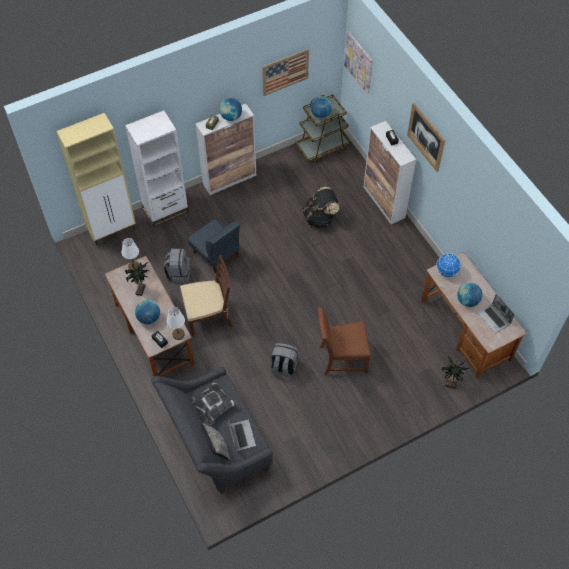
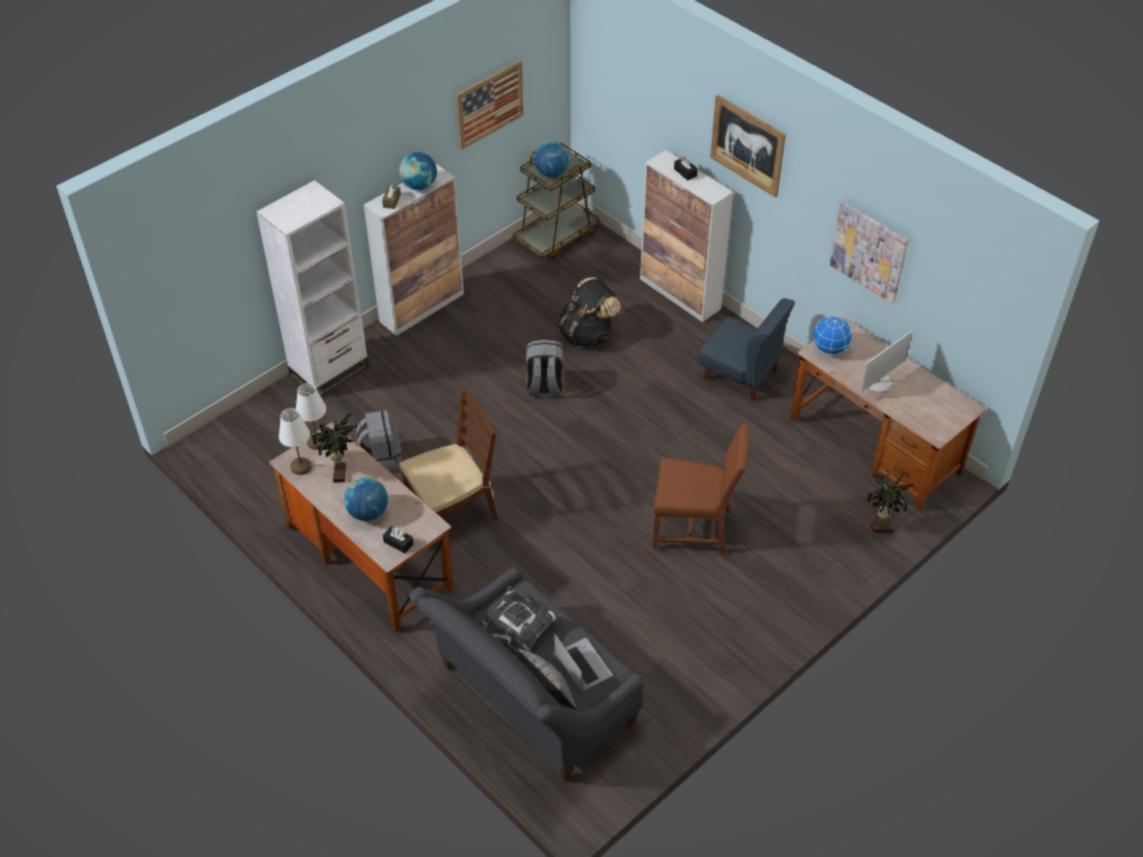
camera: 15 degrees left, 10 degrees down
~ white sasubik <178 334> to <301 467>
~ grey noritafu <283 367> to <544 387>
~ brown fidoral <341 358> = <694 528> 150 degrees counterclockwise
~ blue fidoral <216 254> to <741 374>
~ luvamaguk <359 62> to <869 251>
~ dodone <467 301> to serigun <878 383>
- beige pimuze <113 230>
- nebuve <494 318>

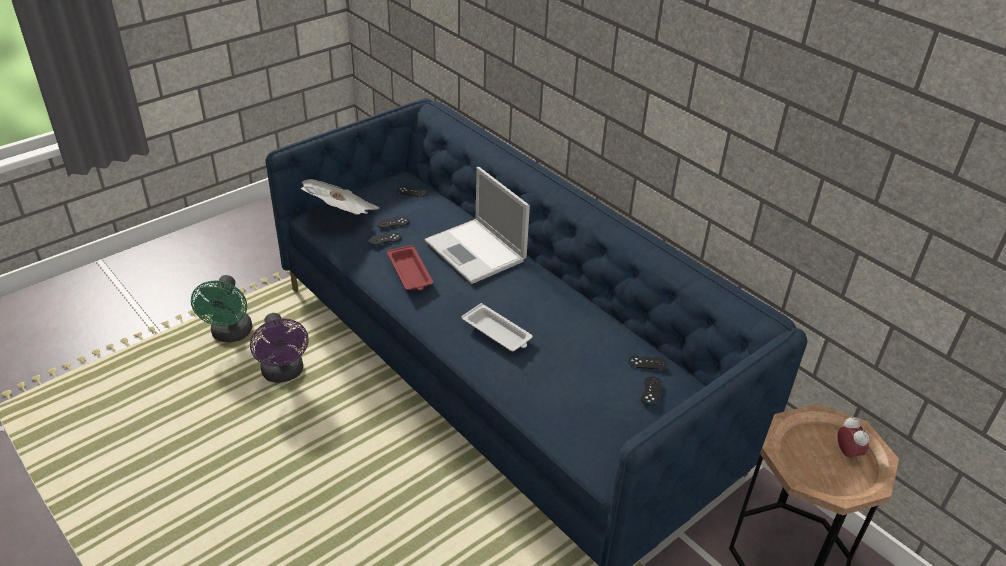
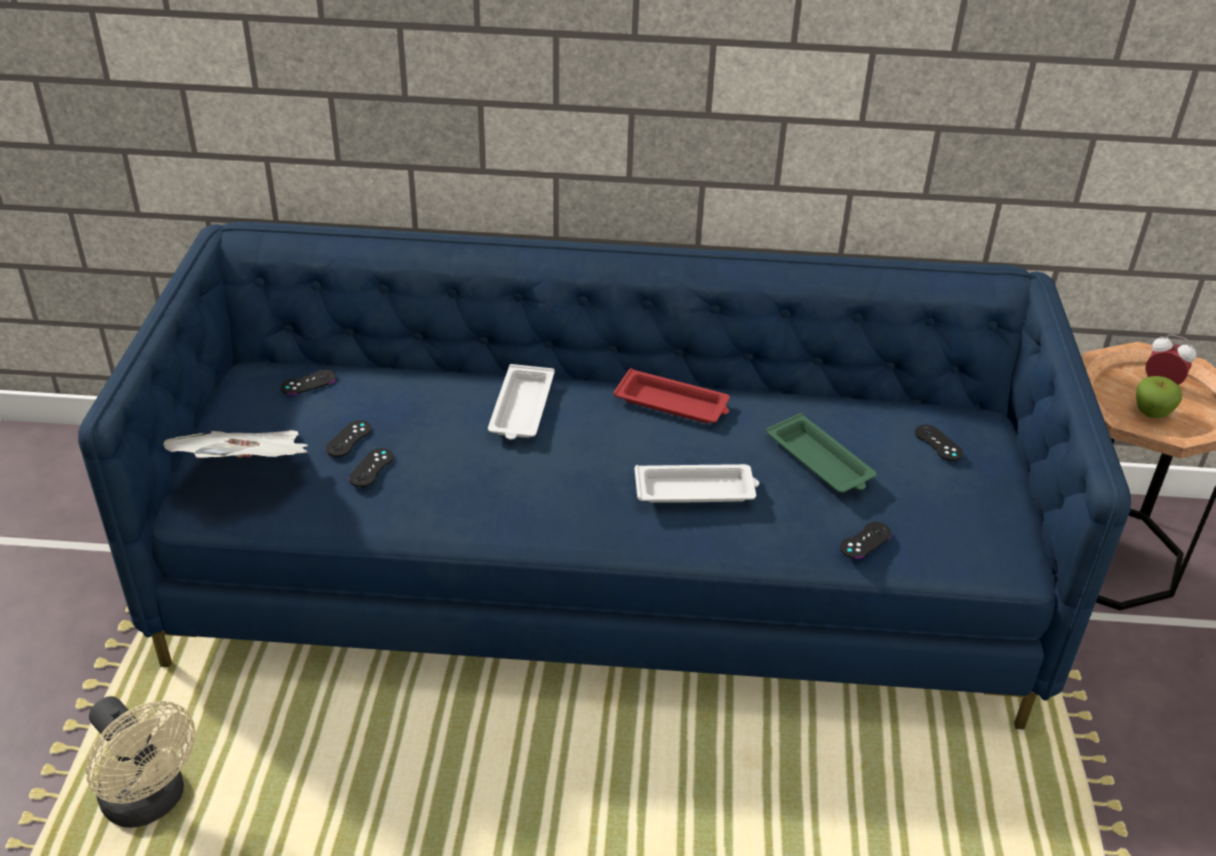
camera: 45 degrees left, 0 degrees up
~ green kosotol <230 335> to beige kosotol <150 802>
~ nebuve <476 252> to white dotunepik <521 409>
~ red dotunepik <410 272> to <673 404>
+ green dotunepik <820 461>
~ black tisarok <647 362> to <865 540>
+ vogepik <1151 413>
- purple kosotol <284 374>

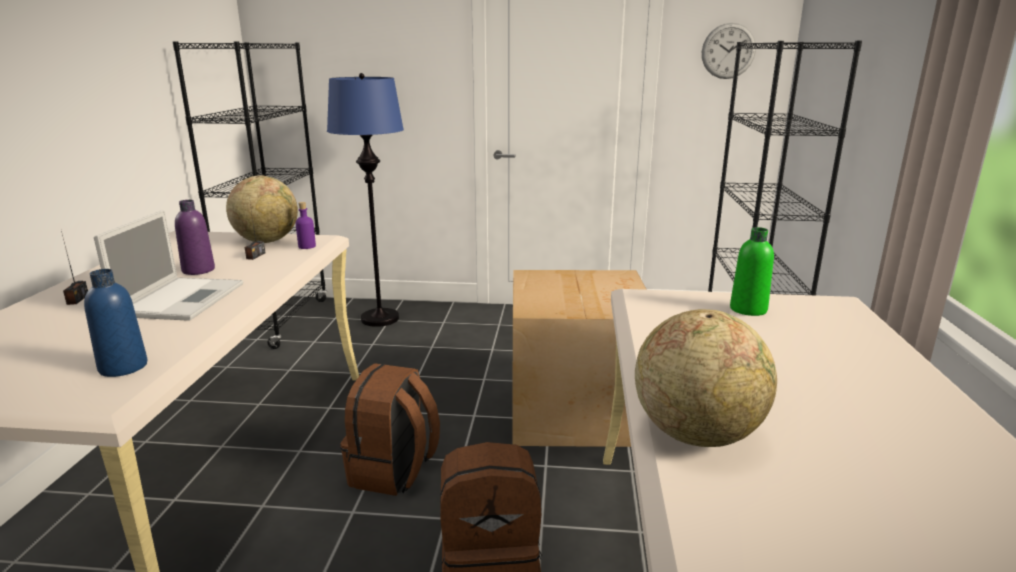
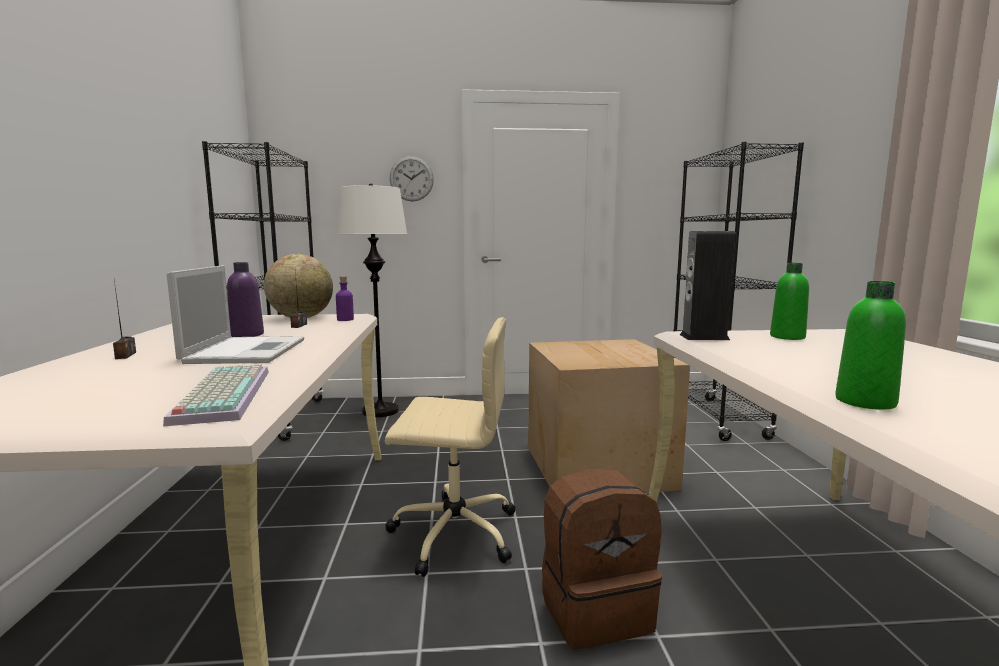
camera: 10 degrees left, 10 degrees down
~ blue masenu <123 367> to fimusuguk <221 394>
~ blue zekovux <380 318> to white zekovux <380 411>
~ brown noritafu <393 471> to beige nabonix <452 532>
~ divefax <728 51> to <411 179>
+ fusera <704 337>
~ dodone <697 434> to green masenu <865 402>

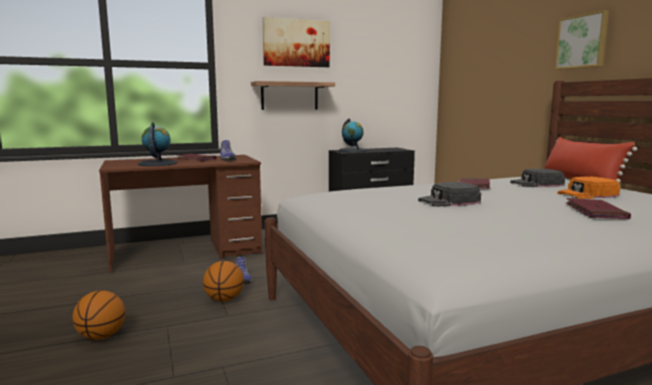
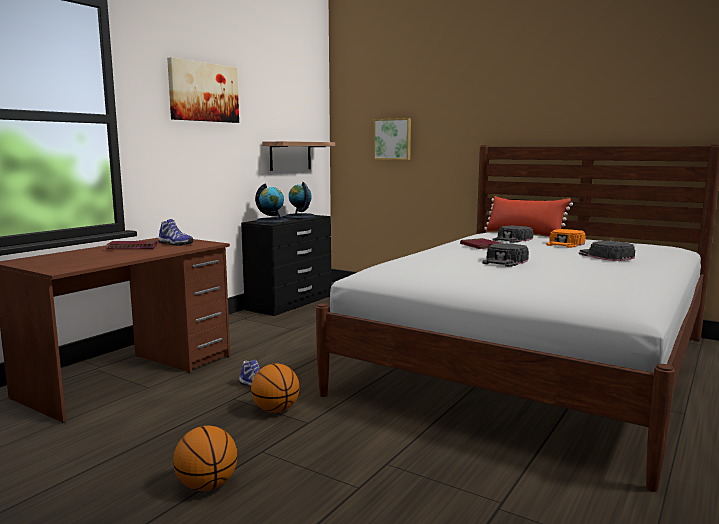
camera: 35 degrees left, 0 degrees up
~ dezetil <289 96> to <290 156>
~ dodone <157 163> to <300 216>
~ luvamaguk <582 41> to <393 139>
~ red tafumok <595 212> to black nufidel <605 256>

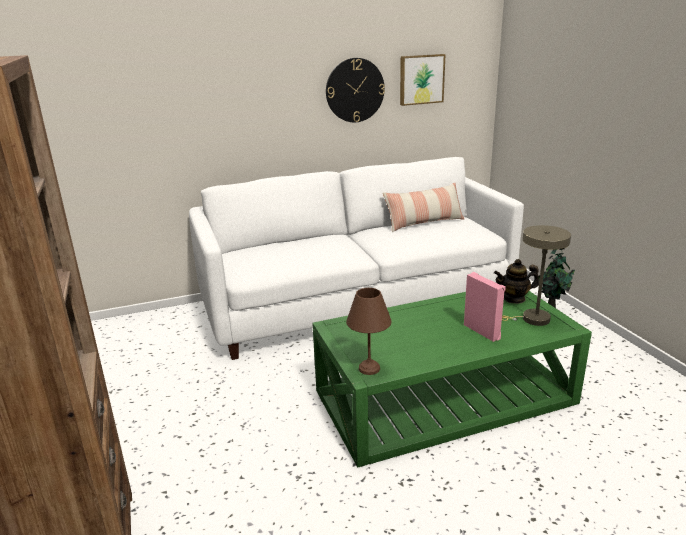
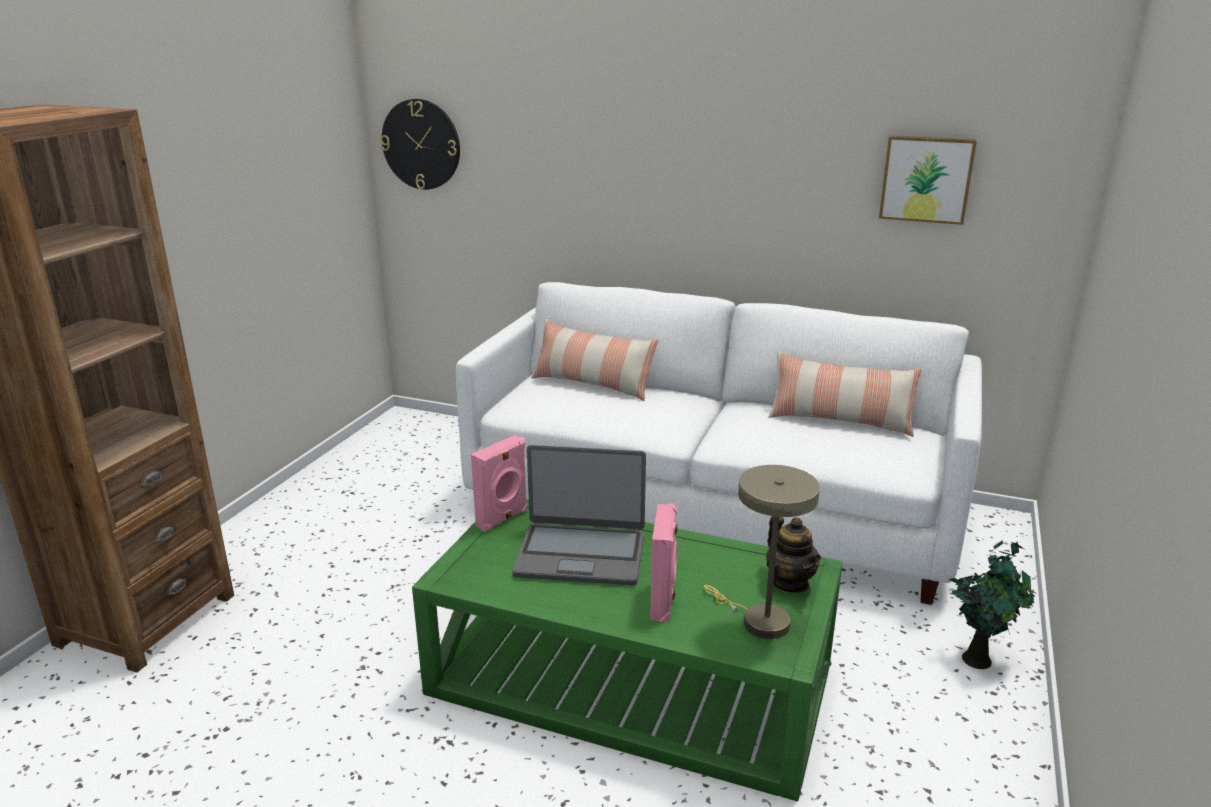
camera: 40 degrees right, 0 degrees up
~ divefax <355 90> to <421 144>
+ pink fusera <503 518>
+ nebuve <581 554>
+ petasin <592 384>
~ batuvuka <514 298> = <790 582> 150 degrees counterclockwise
- brown sasubik <370 368>

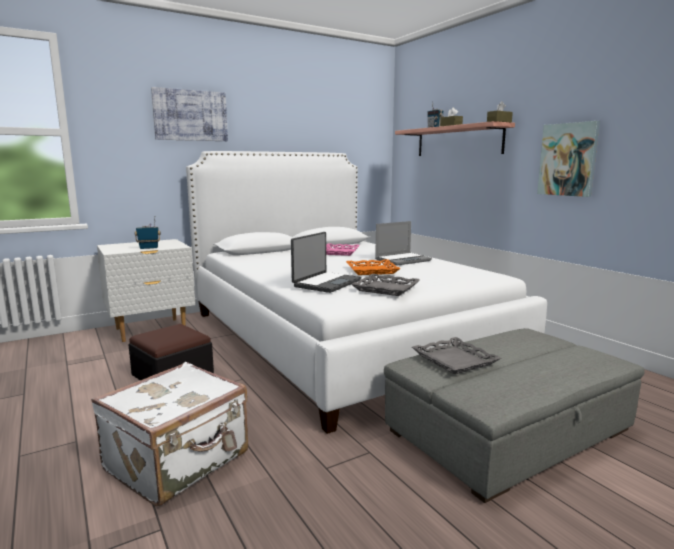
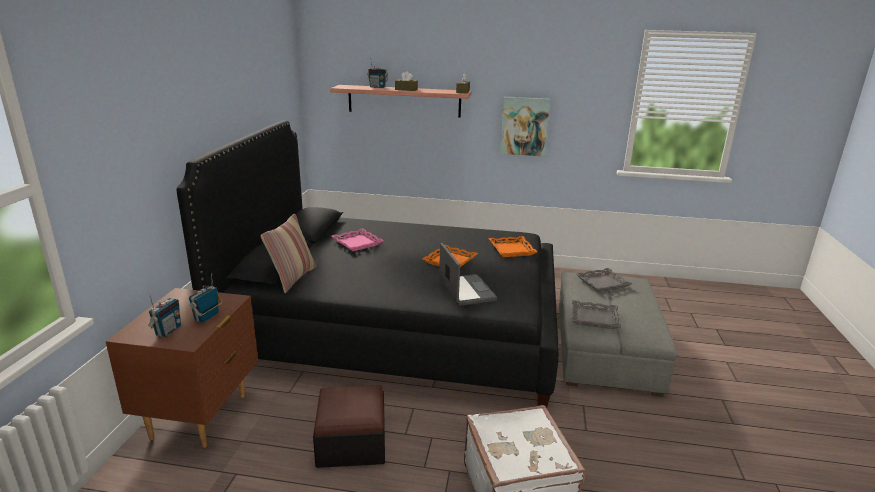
camera: 50 degrees left, 10 degrees up
~ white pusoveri <151 330> to brown pusoveri <201 416>
+ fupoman <168 331>
~ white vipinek <342 336> to black vipinek <397 326>
+ petasin <293 278>
+ orange dotunepik <512 250>
~ grey dotunepik <386 289> to <602 283>
- luvamaguk <190 115>
- nebuve <403 260>

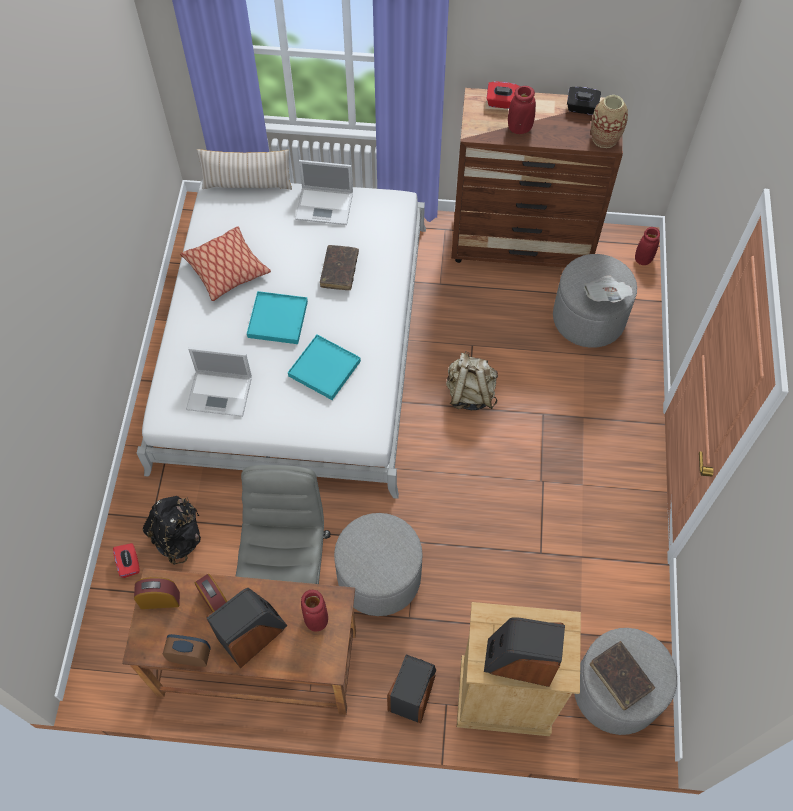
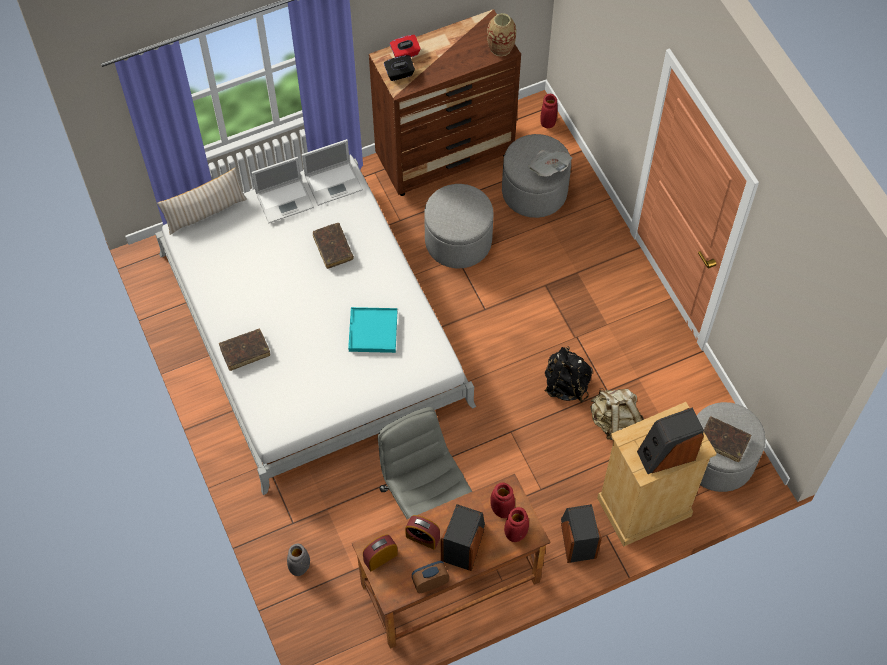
camera: 30 degrees left, 0 degrees up
+ brown tafumok <245 351>
~ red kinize <129 564> to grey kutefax <299 567>
~ nebuve <221 393> to <334 182>
~ black kinize <581 108> to <399 74>
~ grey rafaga <379 576> to <458 241>
~ red kutefax <519 128> to <516 533>
~ black noritafu <178 537> to <566 384>
~ beige noritafu <470 393> to <614 421>
- petasin <227 269>
- turquoise dotunepik <277 319>

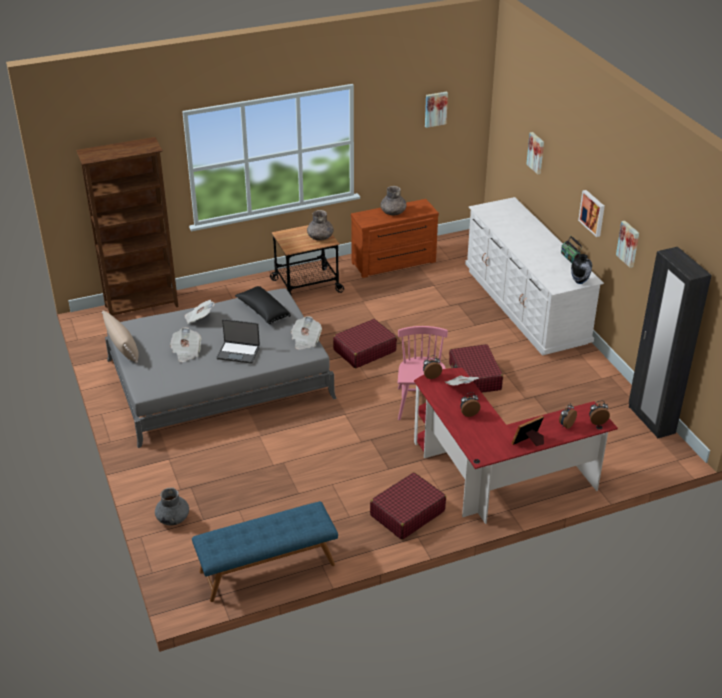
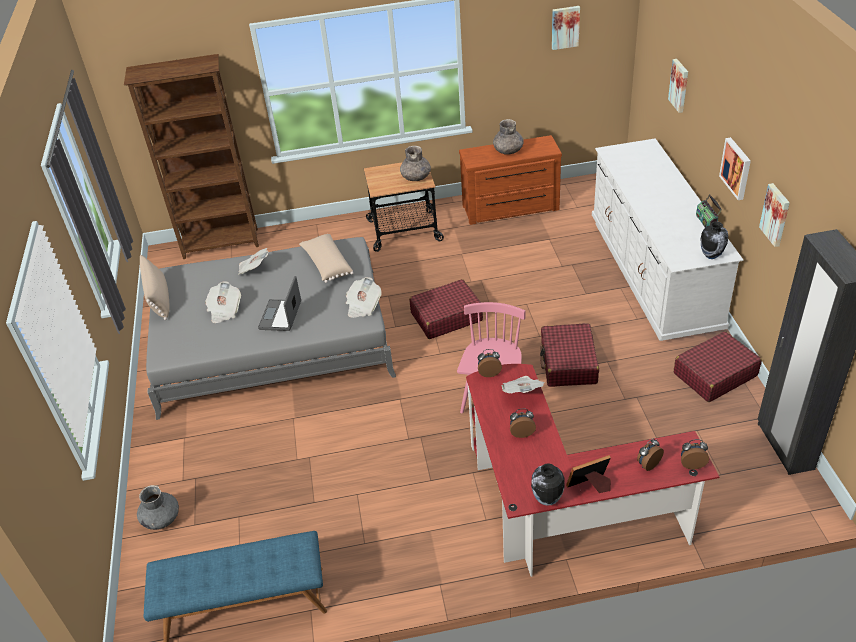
camera: 15 degrees right, 5 degrees up
~ nebuve <238 352> = <281 316> 75 degrees clockwise
~ black petasin <262 311> to beige petasin <327 265>
+ kutefax <547 500>
~ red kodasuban <407 513> to <714 374>

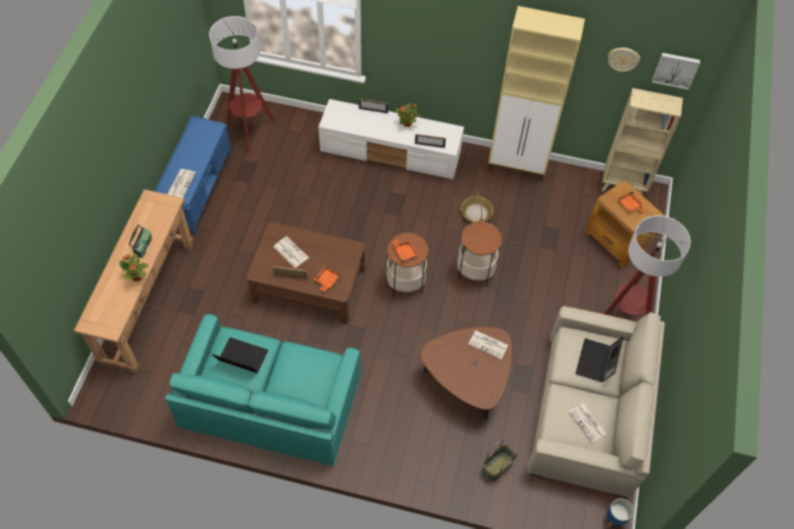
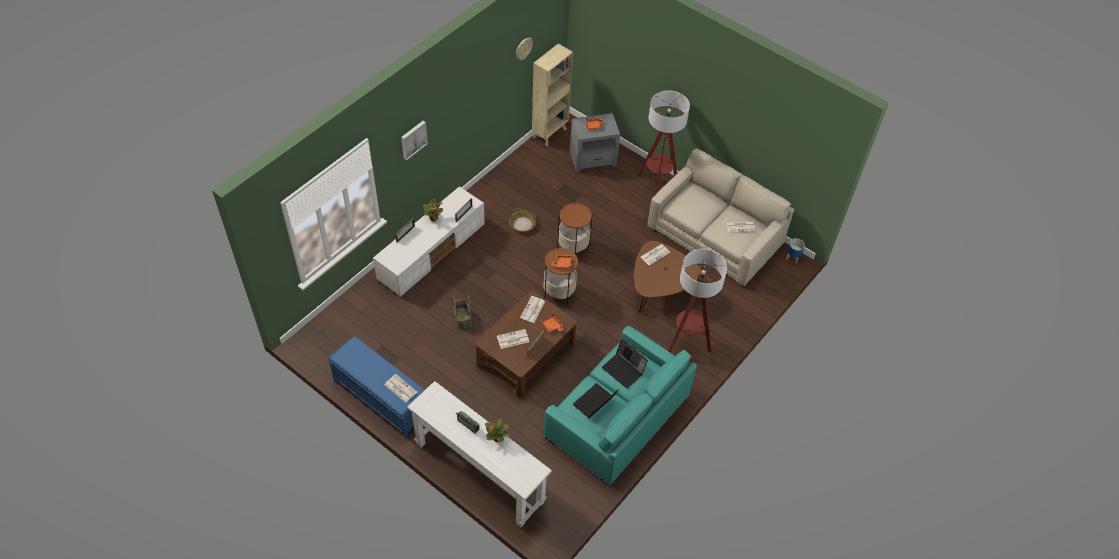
camera: 65 degrees left, 5 degrees down
~ luvamaguk <675 69> to <413 139>
~ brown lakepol <148 302> to white lakepol <479 472>
~ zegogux <497 467> to <463 318>
+ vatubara <532 310>
~ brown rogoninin <616 241> to grey rogoninin <593 158>
~ nebuve <596 362> to <624 370>
~ zekovux <249 131> to <686 342>
- beige pimuze <517 167>

